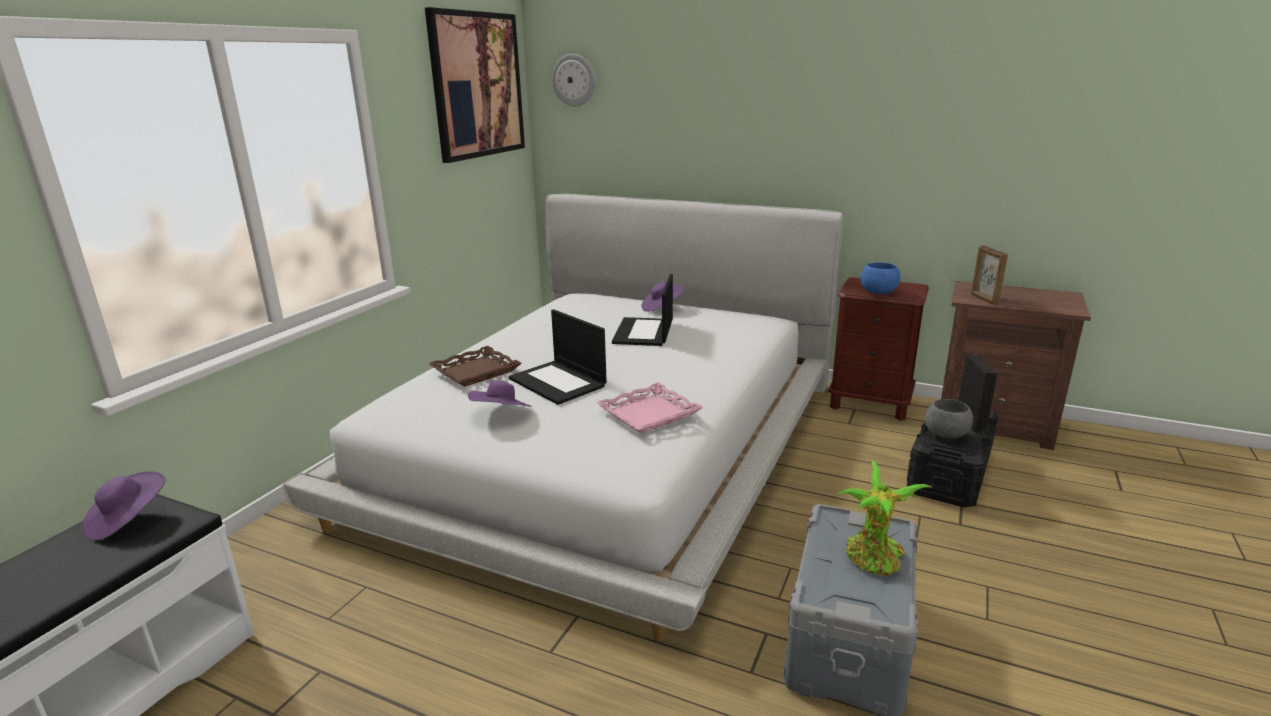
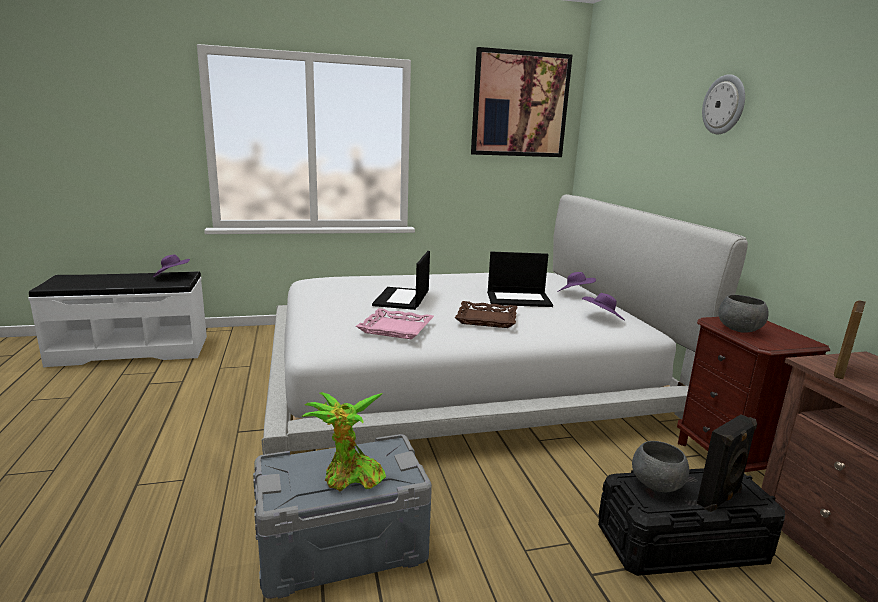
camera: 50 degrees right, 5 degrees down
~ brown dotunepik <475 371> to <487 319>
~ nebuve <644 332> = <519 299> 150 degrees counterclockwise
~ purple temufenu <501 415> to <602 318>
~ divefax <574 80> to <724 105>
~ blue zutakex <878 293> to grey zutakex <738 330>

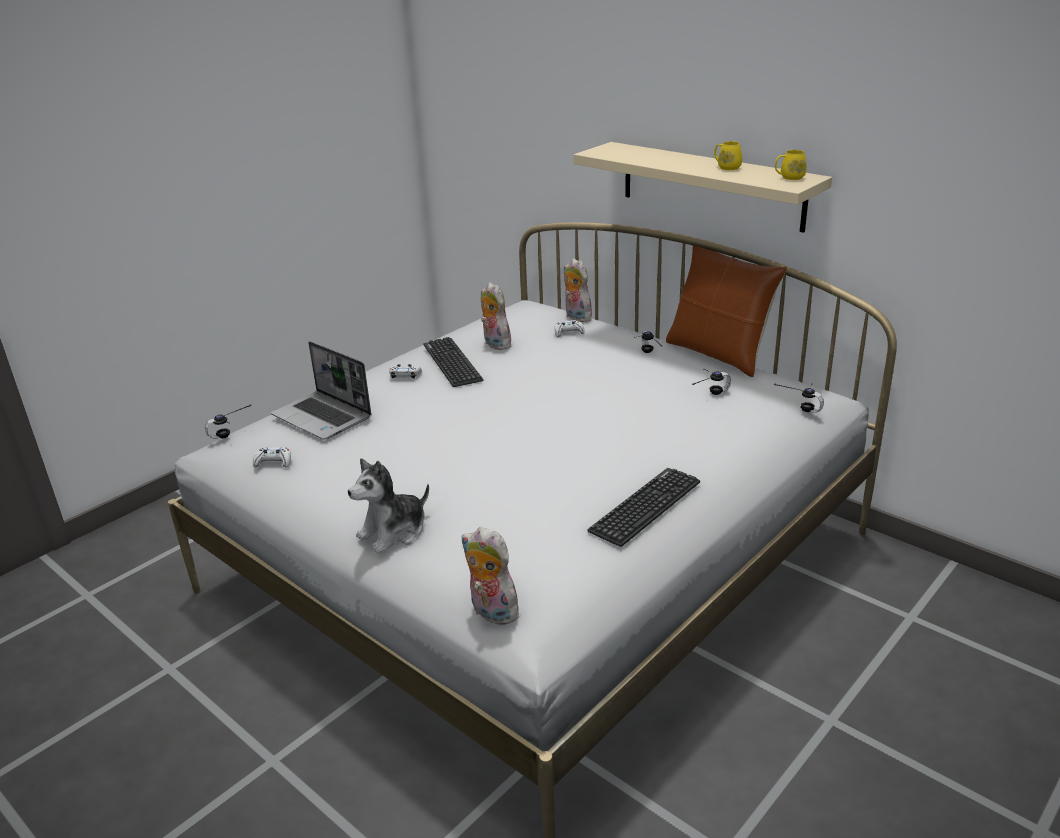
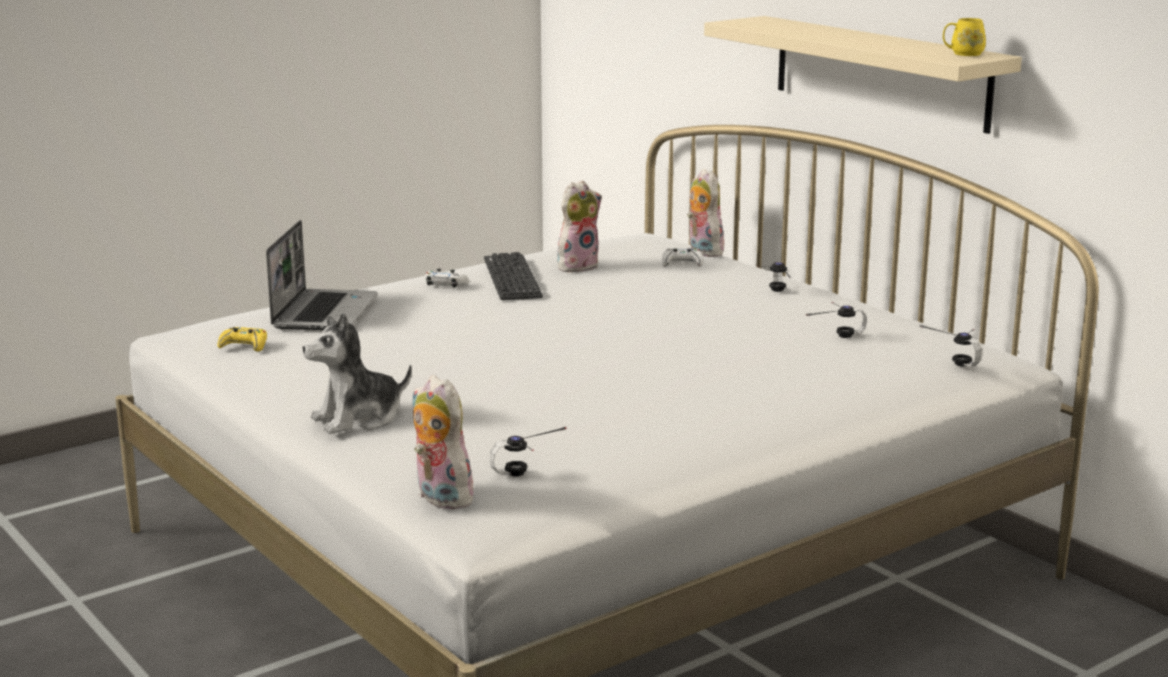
camera: 10 degrees right, 10 degrees down
~ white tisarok <273 462> to yellow tisarok <244 346>
~ nebuve <323 417> = <324 312> 135 degrees counterclockwise
~ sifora <233 435> to <532 474>
~ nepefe <494 344> = <577 266> 75 degrees clockwise
- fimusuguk <645 506>
- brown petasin <718 354>
- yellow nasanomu <726 167>

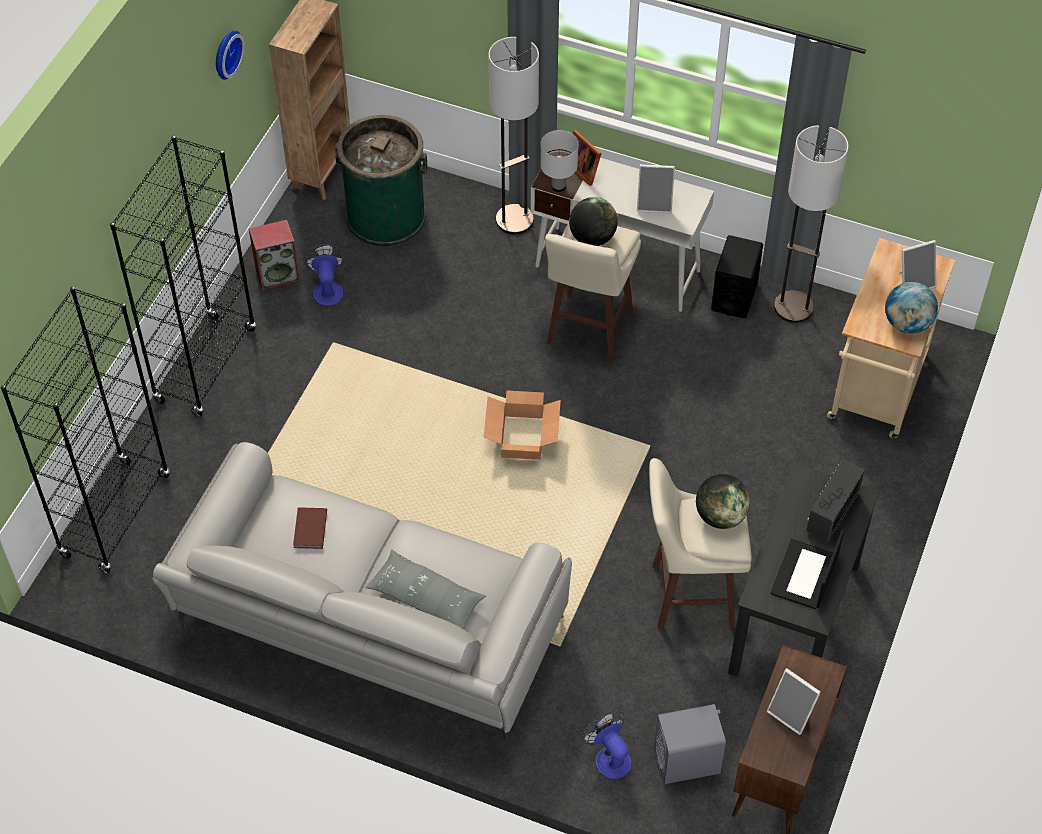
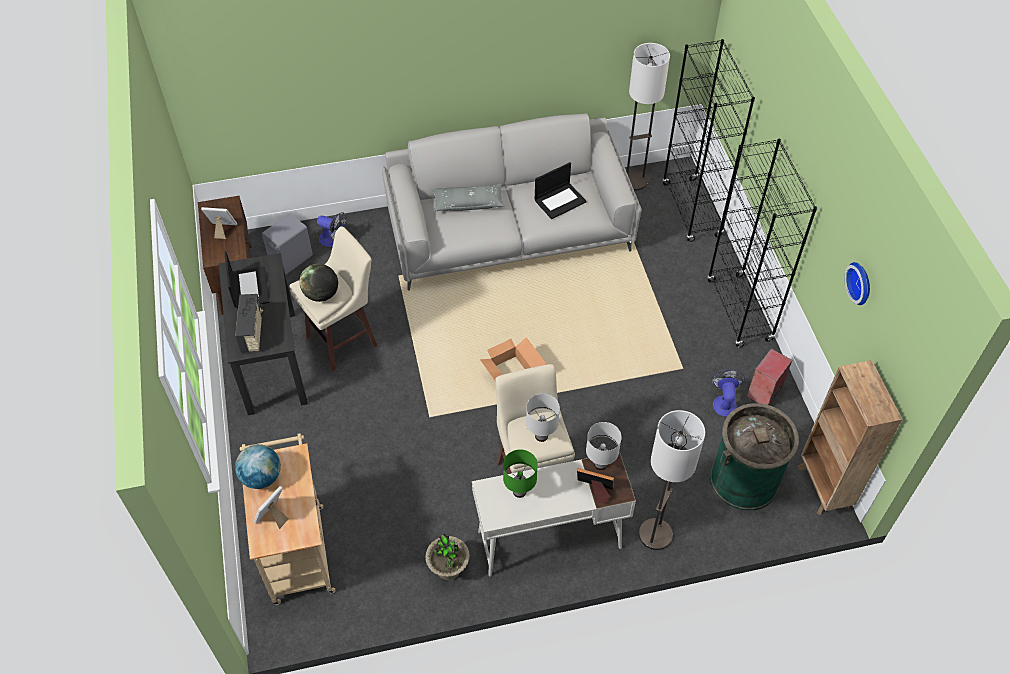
camera: 145 degrees right, 0 degrees up
~ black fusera <734 296> to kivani <448 568>
~ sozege <654 203> to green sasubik <519 492>
~ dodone <592 238> to white sasubik <541 435>
~ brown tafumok <309 529> to nebuve <560 200>
~ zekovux <793 307> to <634 180>
~ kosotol <327 289> = <724 402> 135 degrees counterclockwise

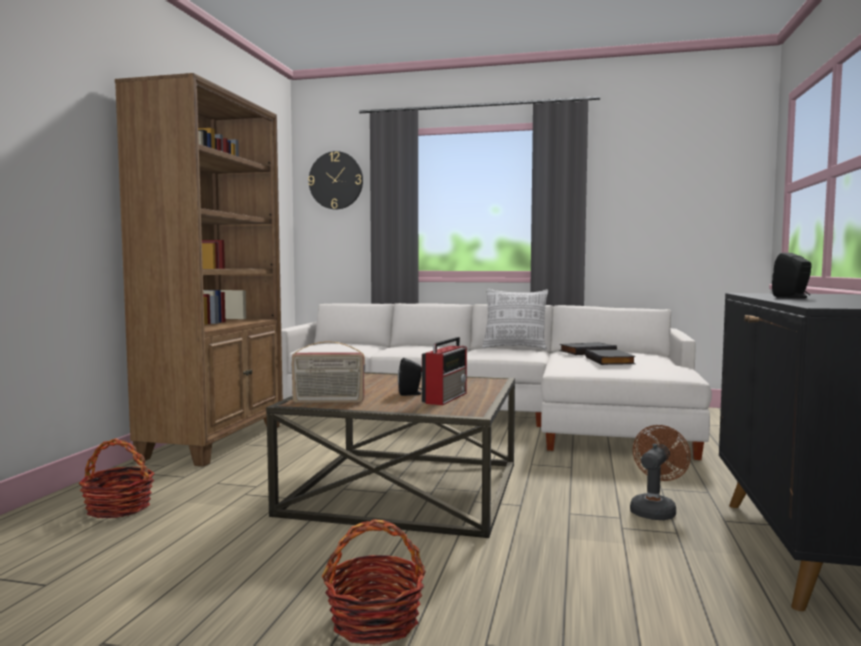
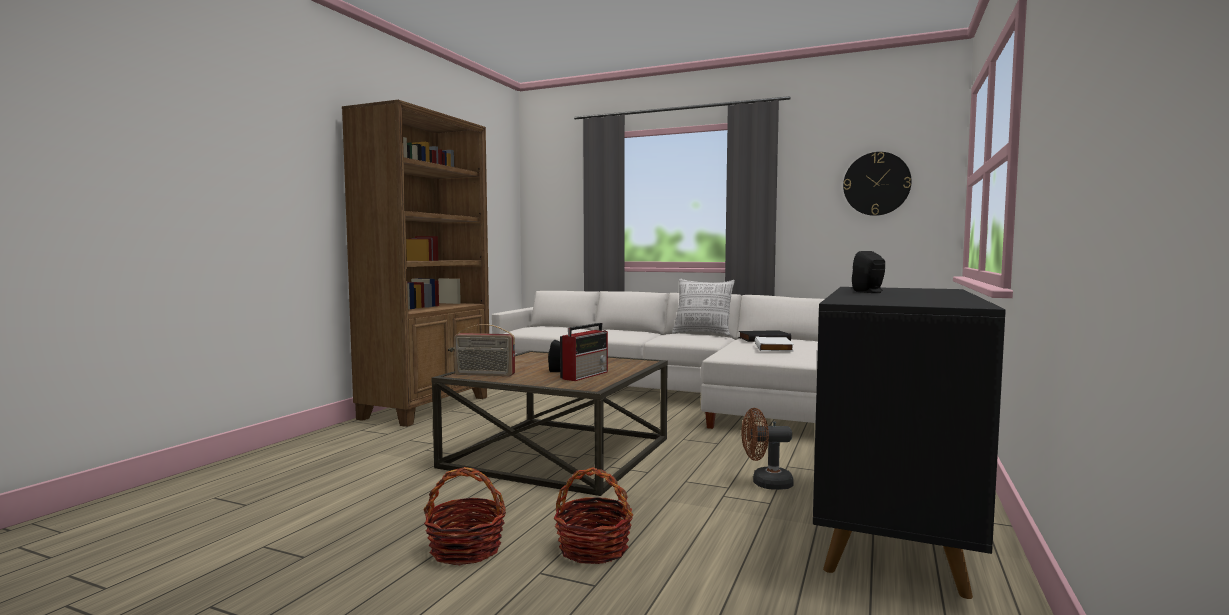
camera: 10 degrees right, 0 degrees up
~ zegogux <118 508> to <593 548>
~ brown kosotol <655 510> = <765 483> 135 degrees counterclockwise
~ black tafumok <610 360> to white tafumok <774 347>
~ divefax <336 180> to <876 184>

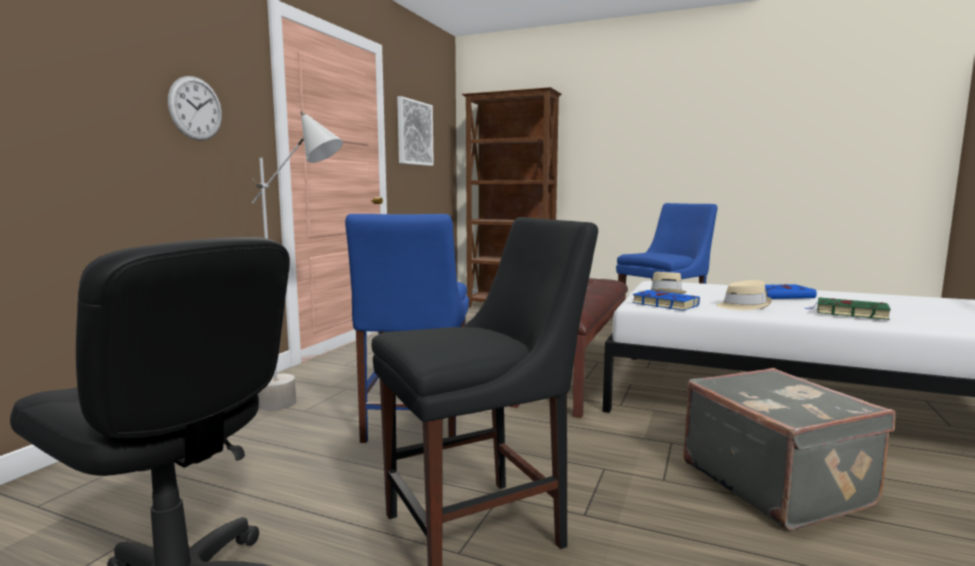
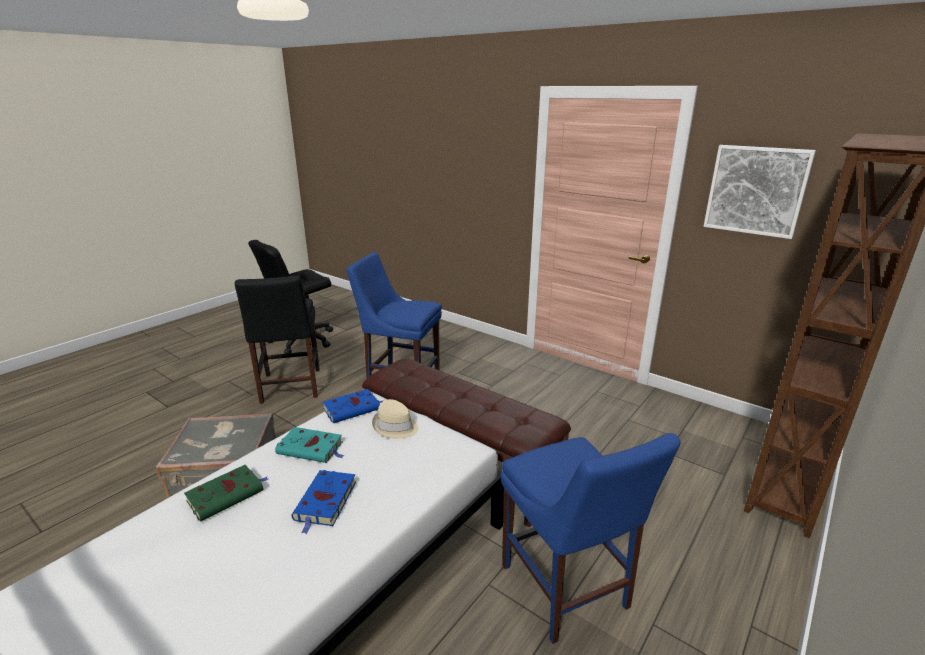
camera: 105 degrees right, 15 degrees up
~ beige temufenu <743 306> to turquoise tafumok <312 448>
- divefax <195 108>
- grey zekovux <304 406>

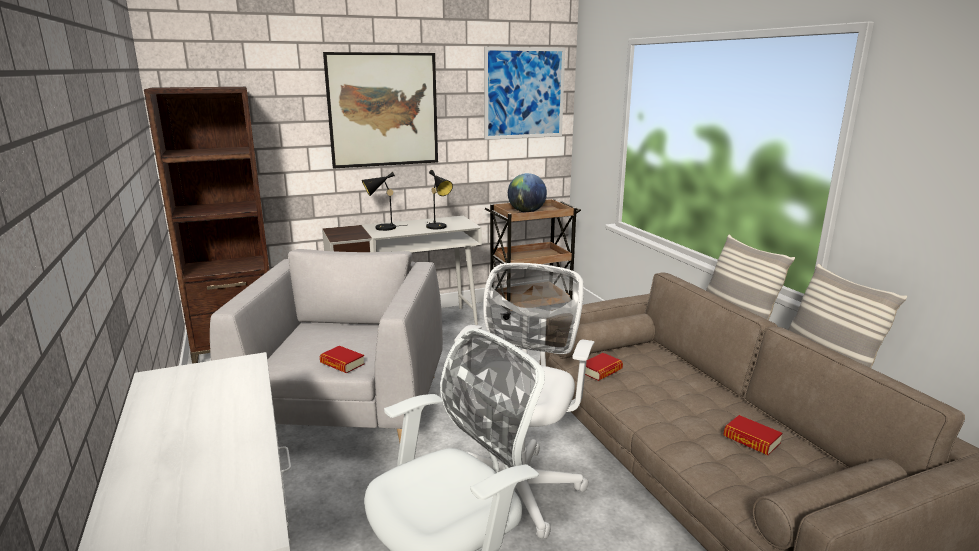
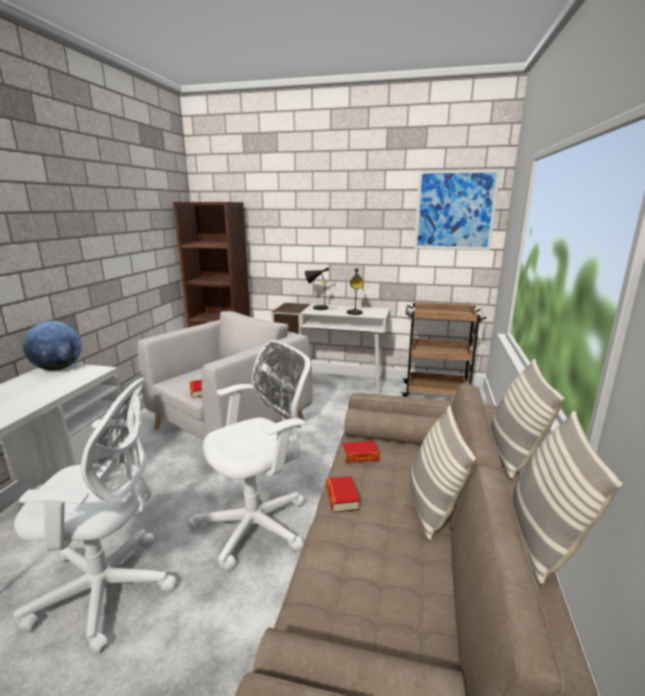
camera: 35 degrees right, 0 degrees up
~ dodone <526 212> to <58 368>
~ tafumok <751 440> to <341 498>
+ petasin <432 506>
- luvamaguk <383 110>

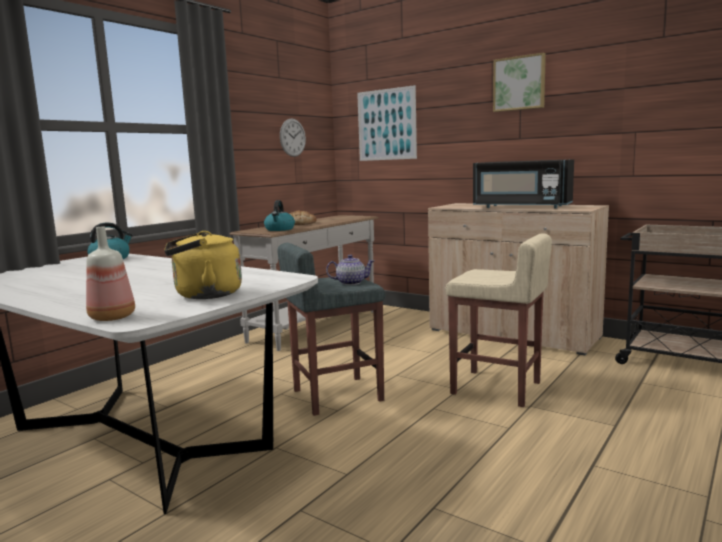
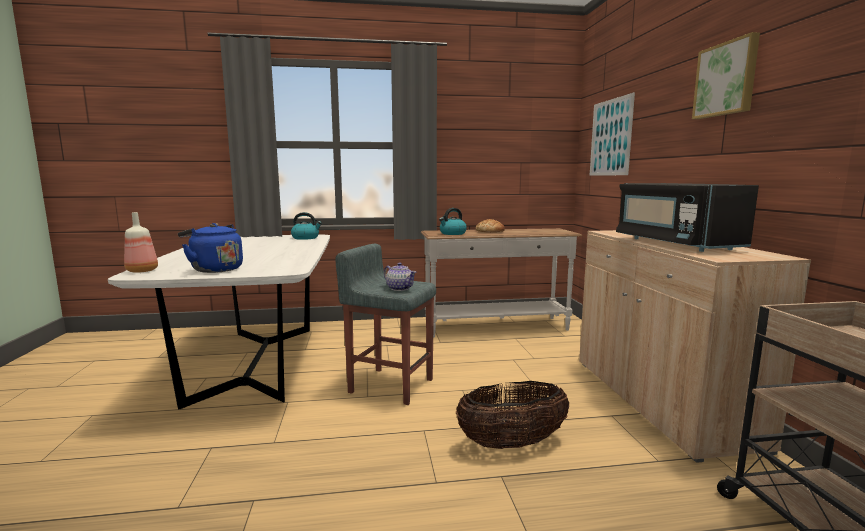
camera: 45 degrees right, 0 degrees up
~ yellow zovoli <204 295> to blue zovoli <214 269>
~ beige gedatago <497 388> to zegogux <512 443>
- divefax <292 137>

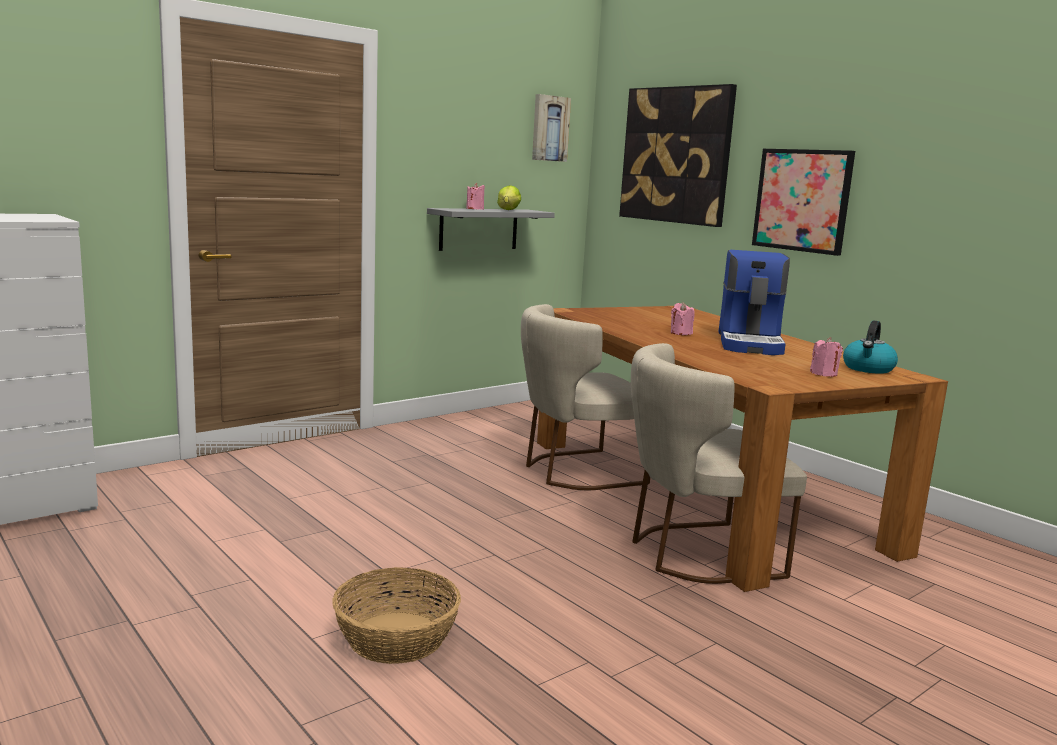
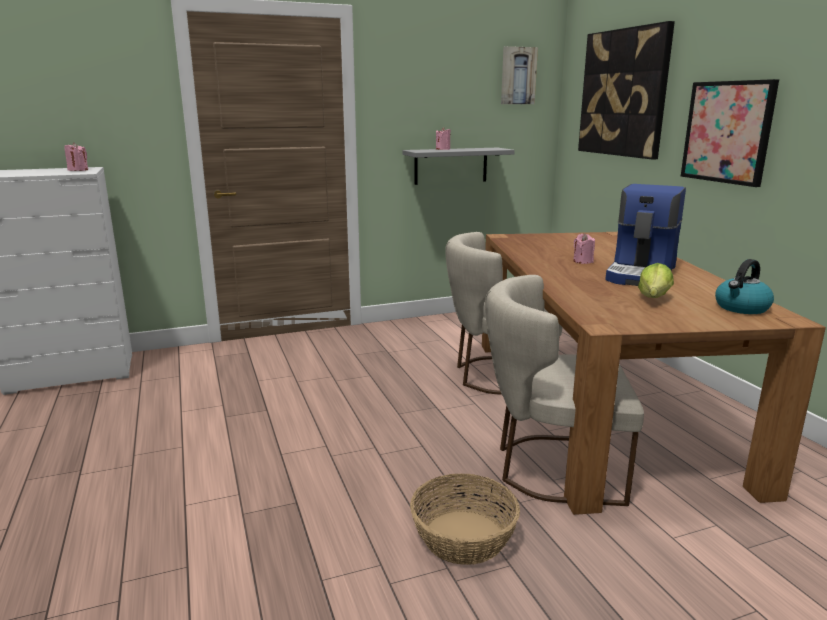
camera: 20 degrees right, 5 degrees up
~ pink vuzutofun <824 374> to <78 170>
~ zegogux <396 637> to <463 536>
~ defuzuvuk <506 210> to <652 300>

